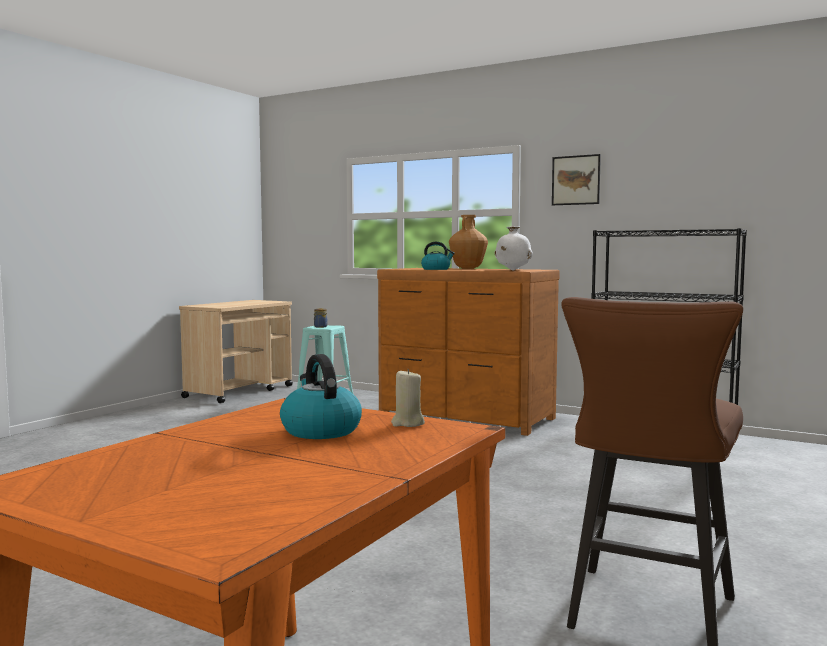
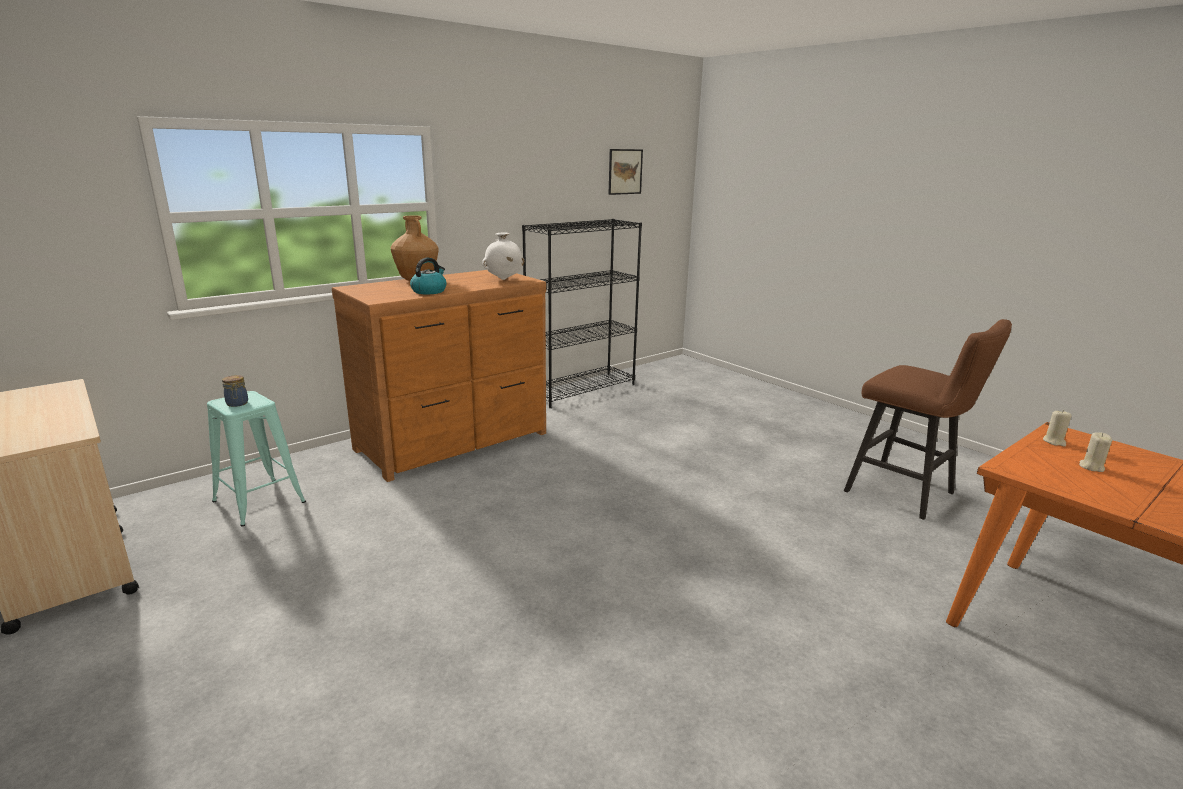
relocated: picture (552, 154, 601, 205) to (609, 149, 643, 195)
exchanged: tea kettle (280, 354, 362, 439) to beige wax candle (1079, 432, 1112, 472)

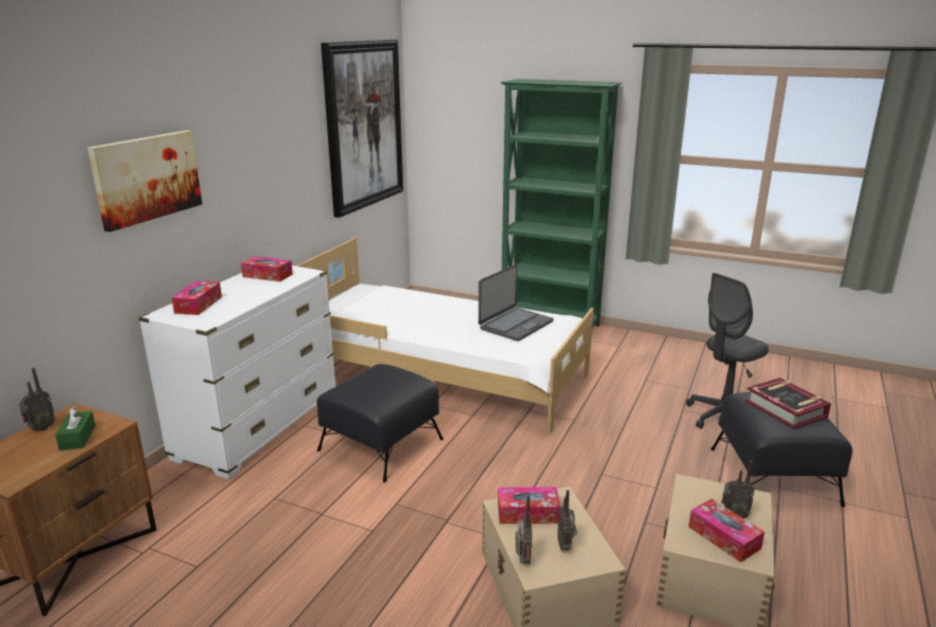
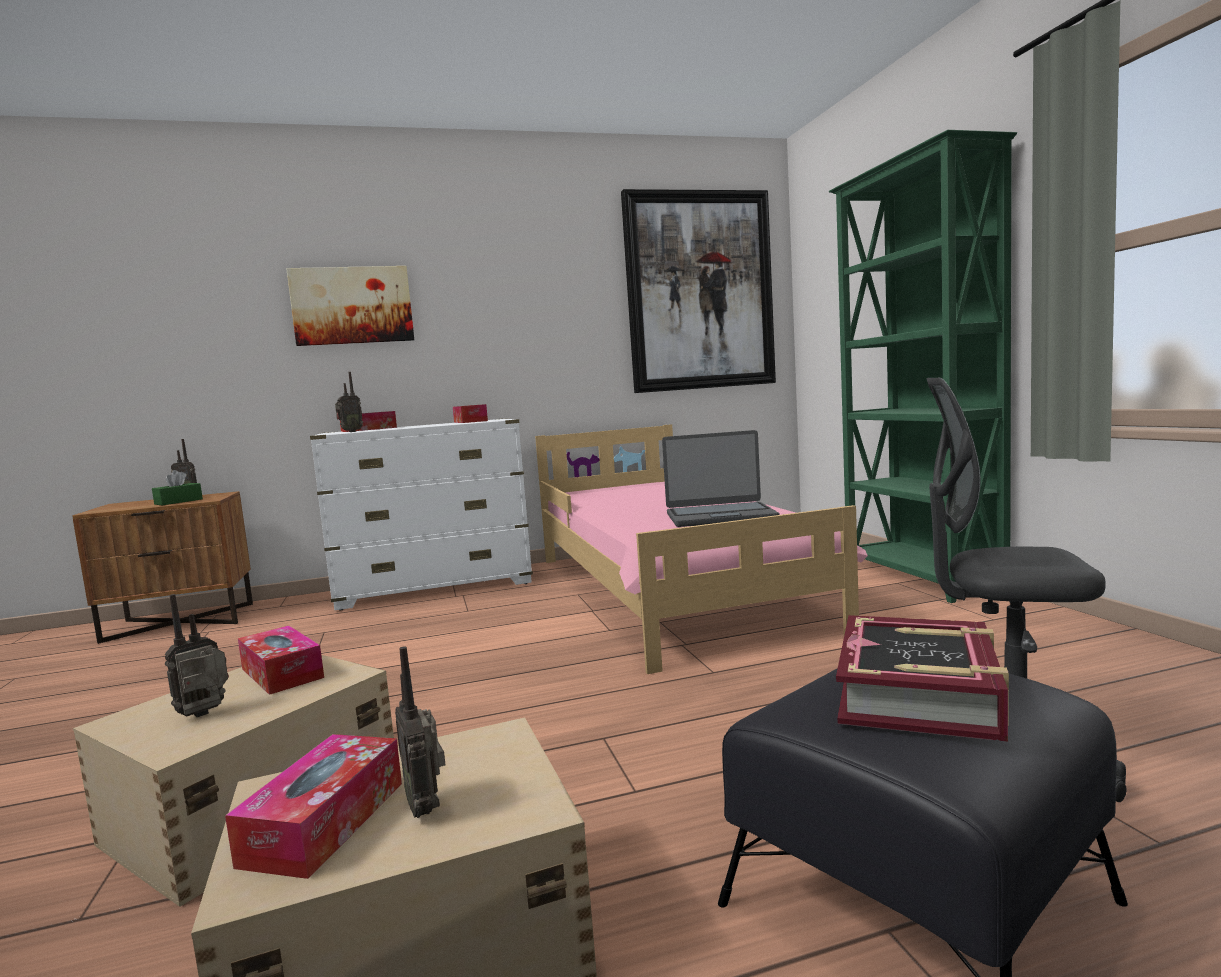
missing: blackish ottoman (317, 364, 444, 483)
relocated: radio receiver (515, 495, 532, 565) to (335, 372, 363, 432)
colour: white-coloured bed (296, 237, 594, 434) to pinkish bed (535, 424, 868, 674)

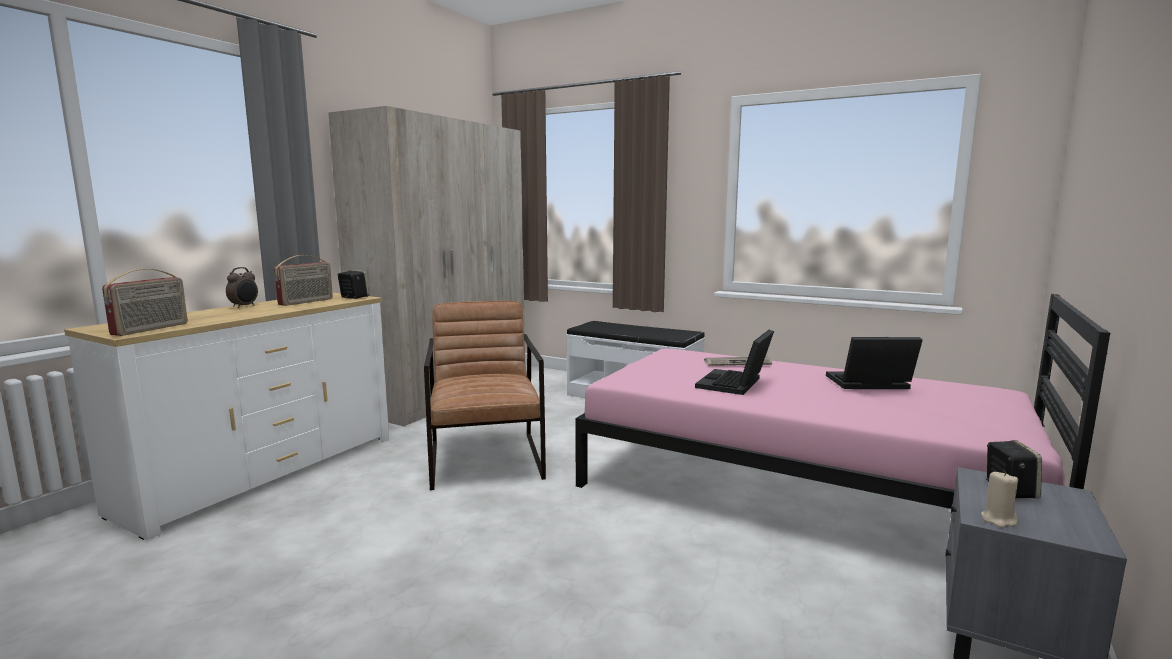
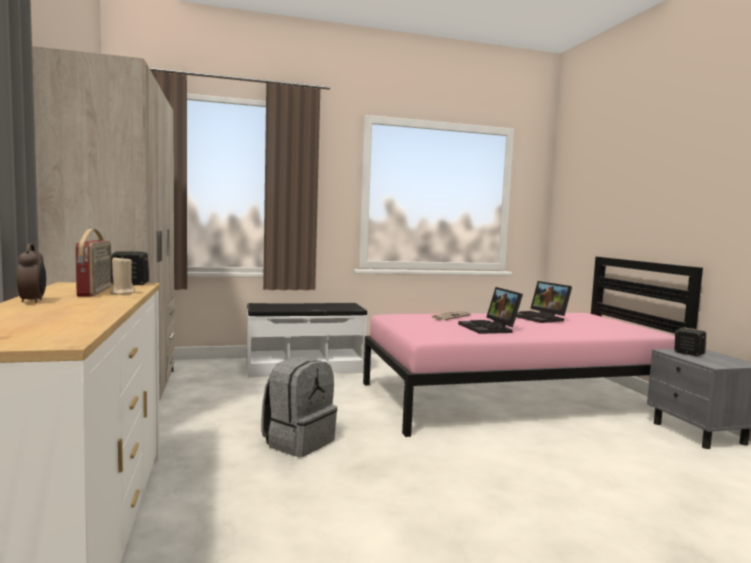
missing: radio receiver (102, 269, 188, 336)
relocated: beige wax candle (981, 471, 1018, 528) to (110, 256, 135, 295)
exchanged: brownish armchair (424, 301, 546, 490) to grey knapsack (261, 357, 337, 457)
spun: laptop (826, 337, 923, 389) = (516, 281, 572, 323) 75 degrees counterclockwise

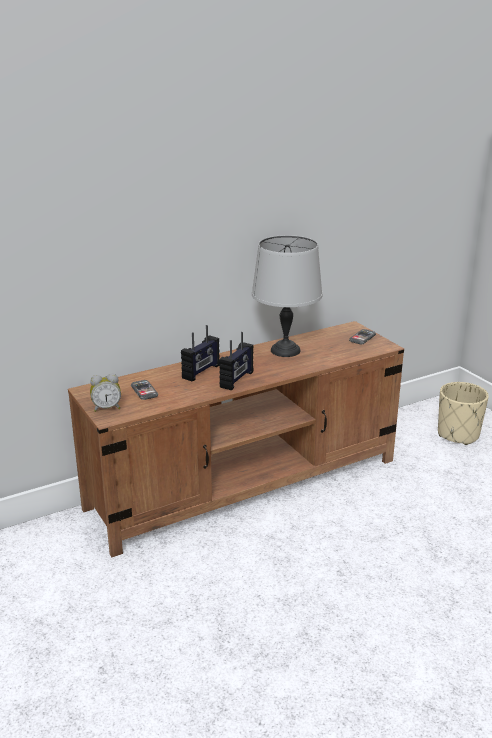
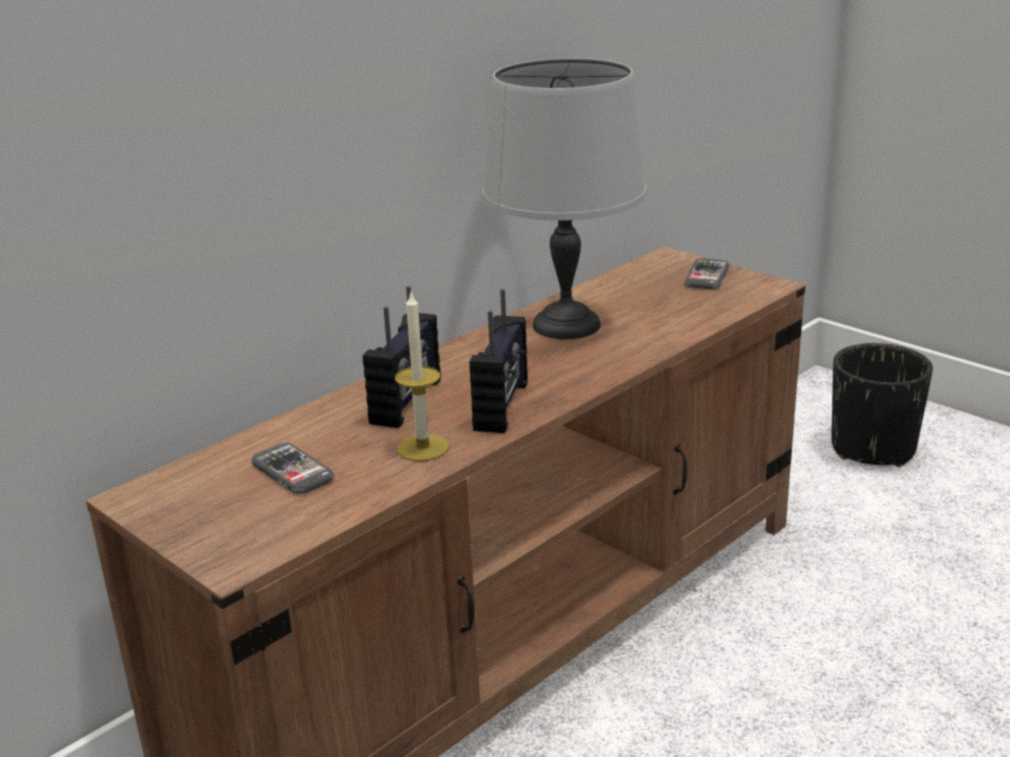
missing: table clock (90, 374, 121, 412)
appeared: wax candle (395, 290, 449, 461)
colour: beige planter (438, 382, 489, 445) to blackish planter (831, 343, 933, 467)

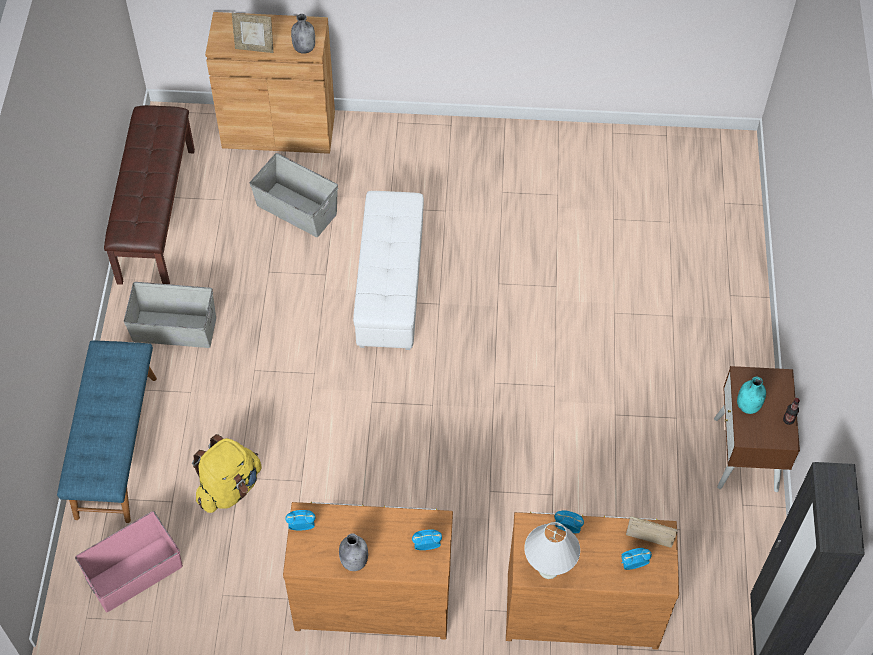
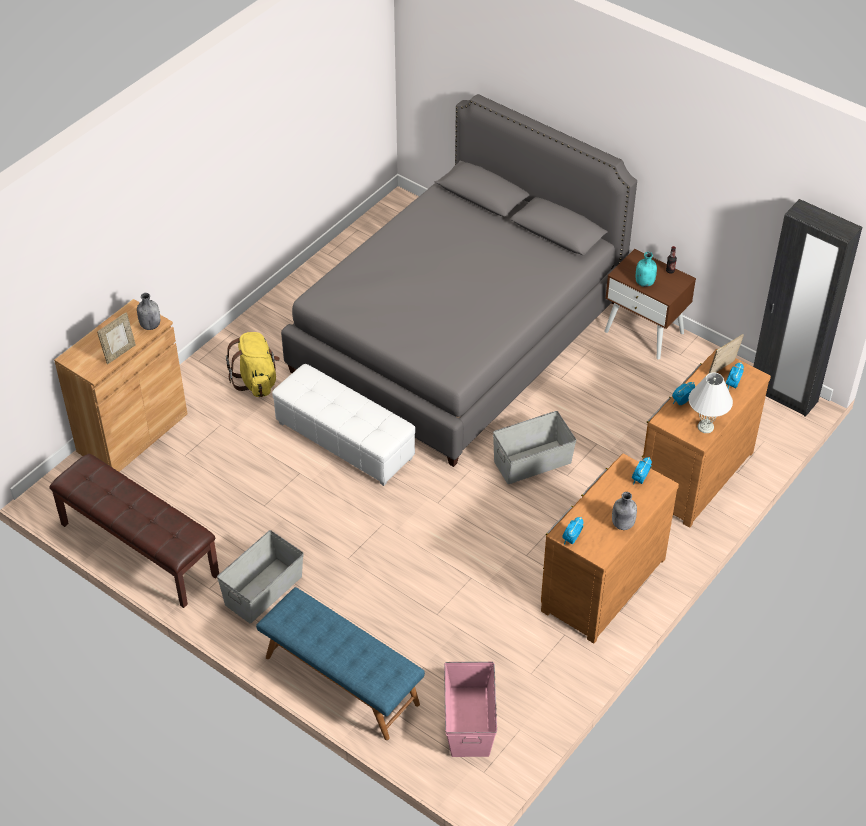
appeared: grey bed (281, 94, 637, 467)
relocated: yellow-coloured knapsack (192, 434, 262, 513) to (226, 332, 280, 397); grey storage box (250, 153, 338, 237) to (493, 411, 576, 484)

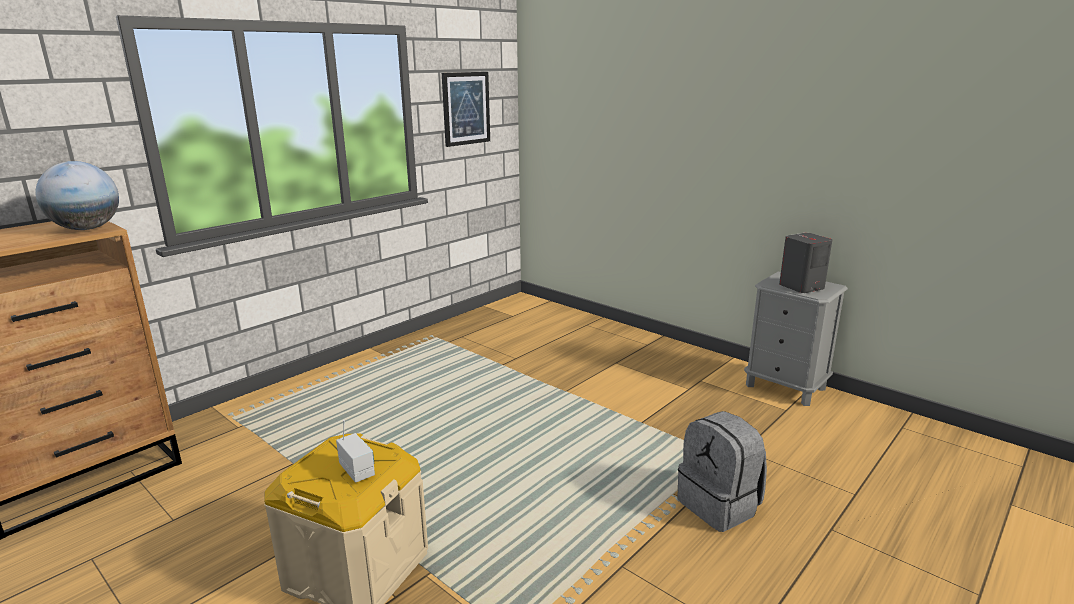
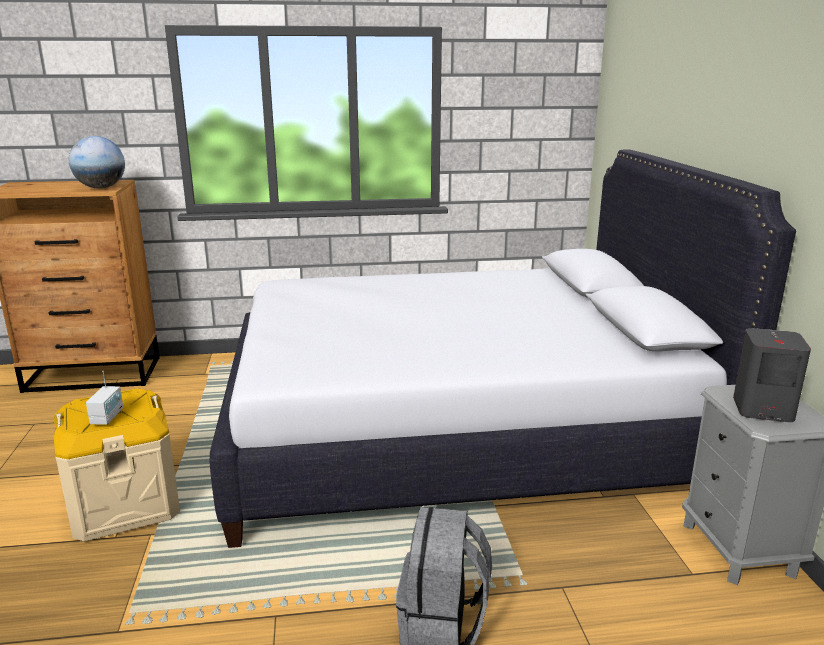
missing: picture (442, 72, 490, 147)
appeared: white-coloured bed (209, 149, 796, 548)

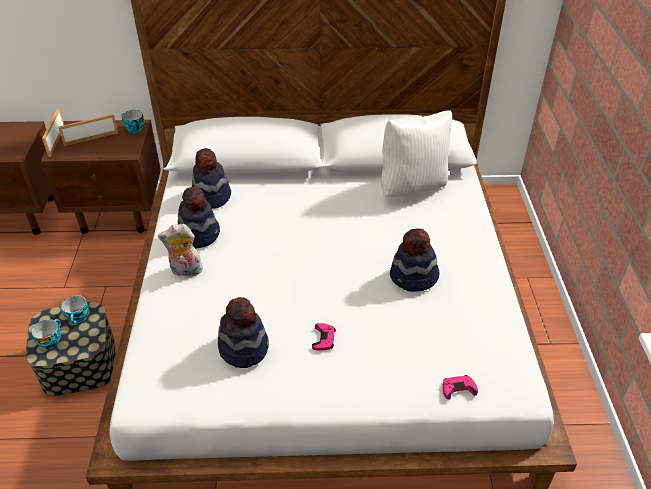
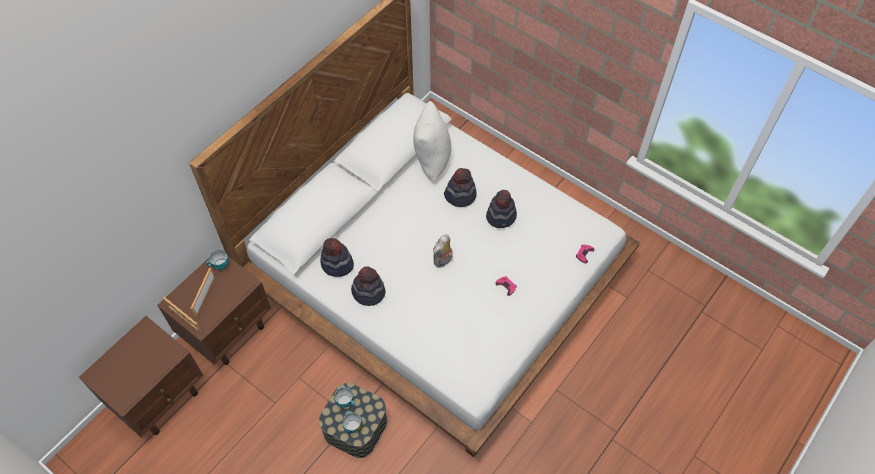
relocated: soft toy (158, 224, 204, 277) to (433, 234, 453, 268); wearable hat (218, 297, 269, 368) to (444, 168, 477, 207)

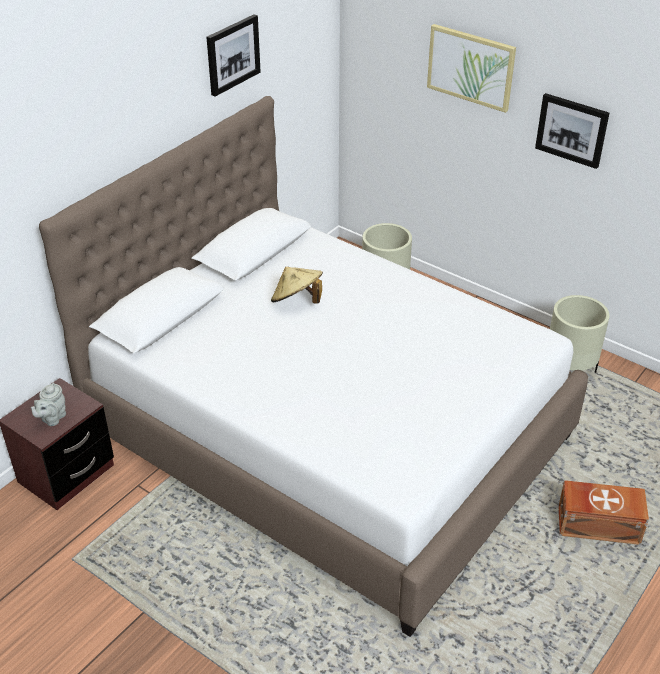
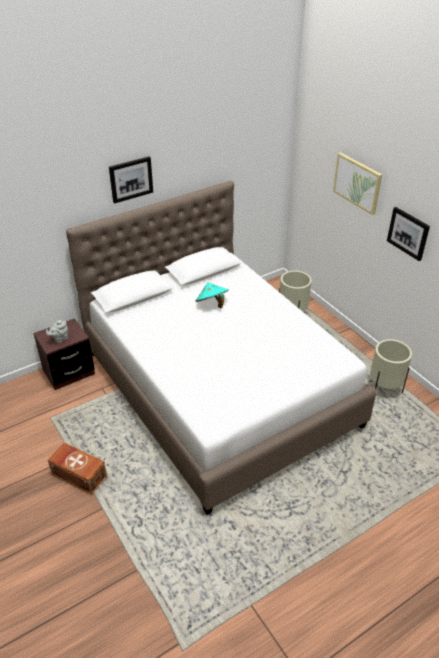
relocated: picture (207, 14, 261, 97) to (109, 156, 153, 204); brownish storage box (559, 480, 649, 545) to (48, 442, 107, 495)
colour: beige wearable hat (271, 267, 323, 304) to turquoise-coloured wearable hat (196, 282, 229, 308)

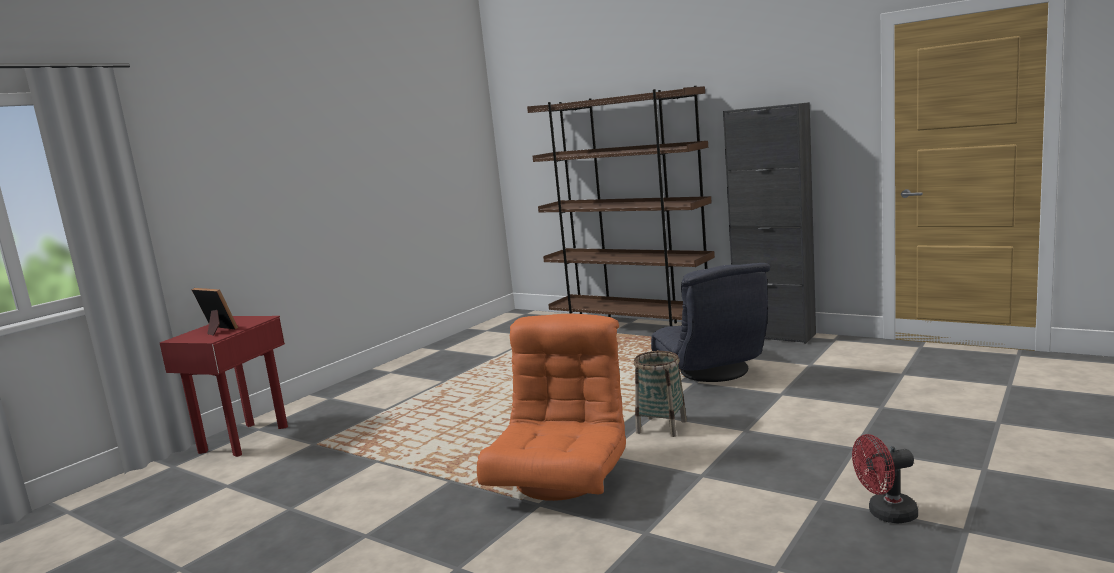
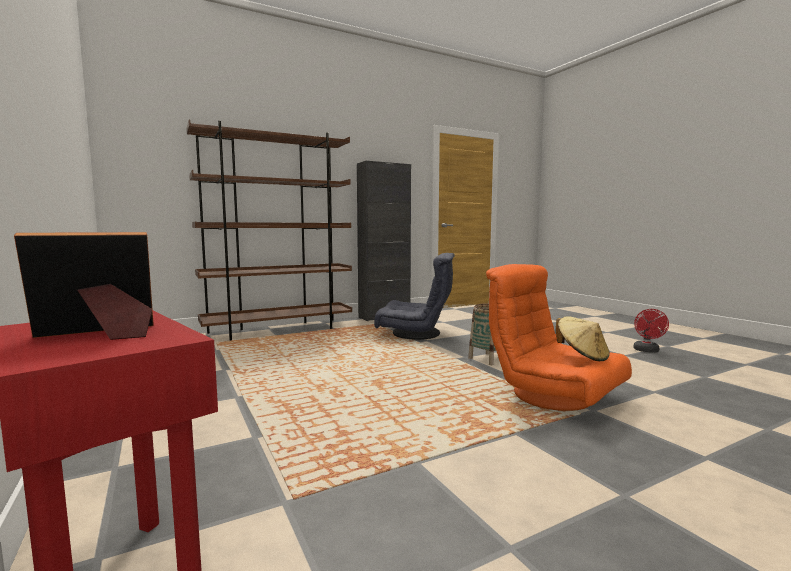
appeared: beige wearable hat (556, 316, 610, 361)

